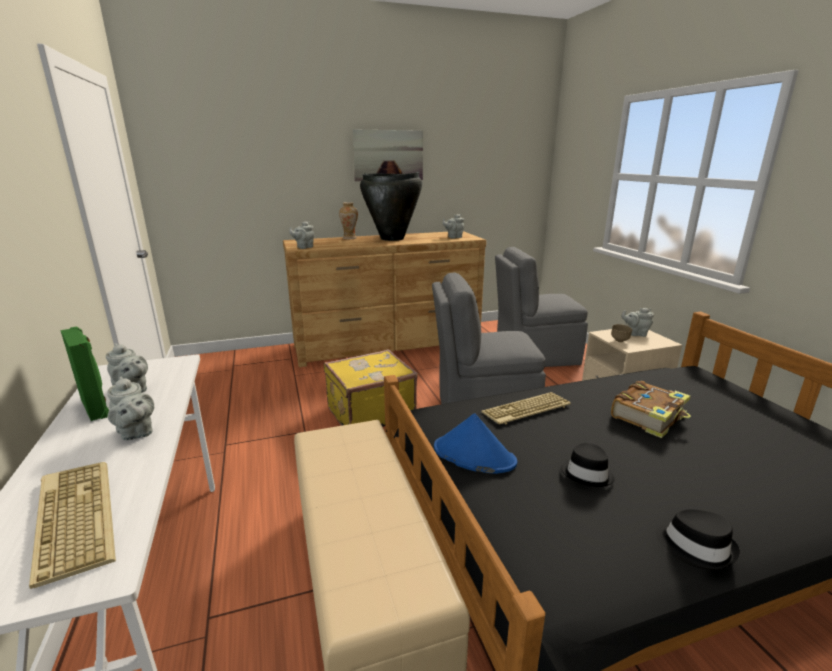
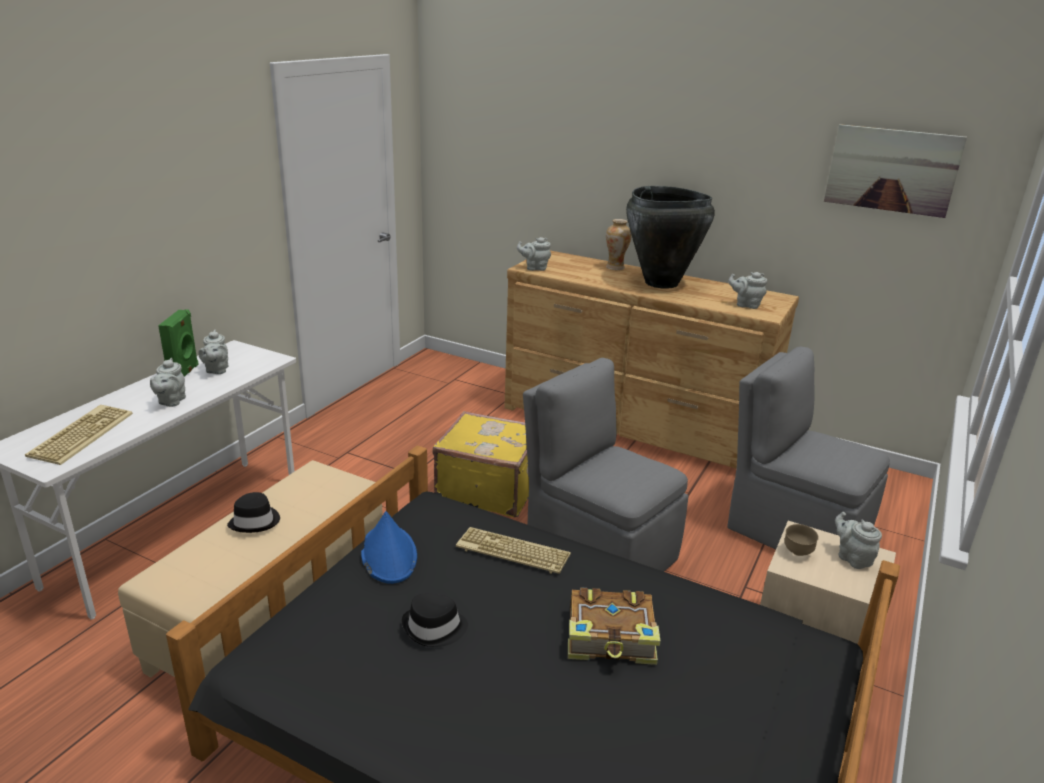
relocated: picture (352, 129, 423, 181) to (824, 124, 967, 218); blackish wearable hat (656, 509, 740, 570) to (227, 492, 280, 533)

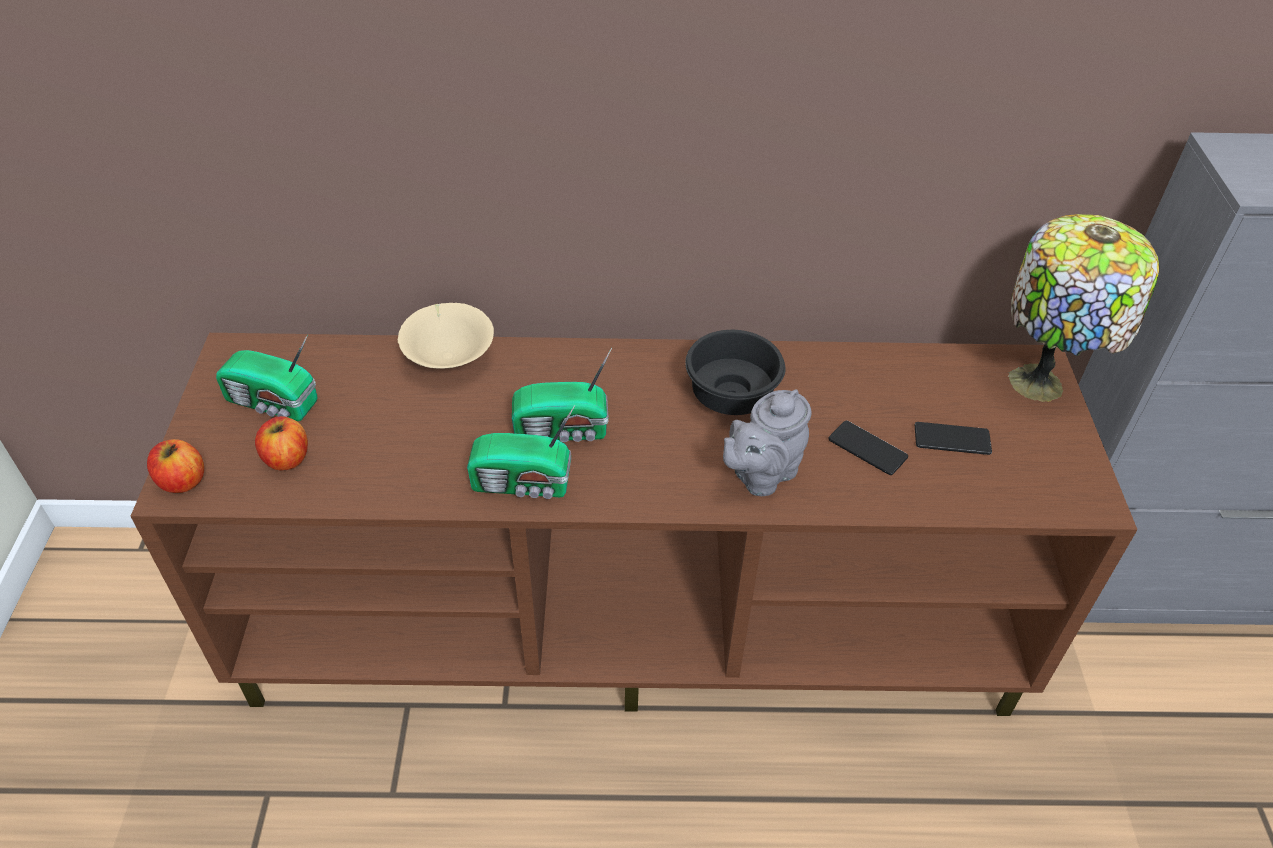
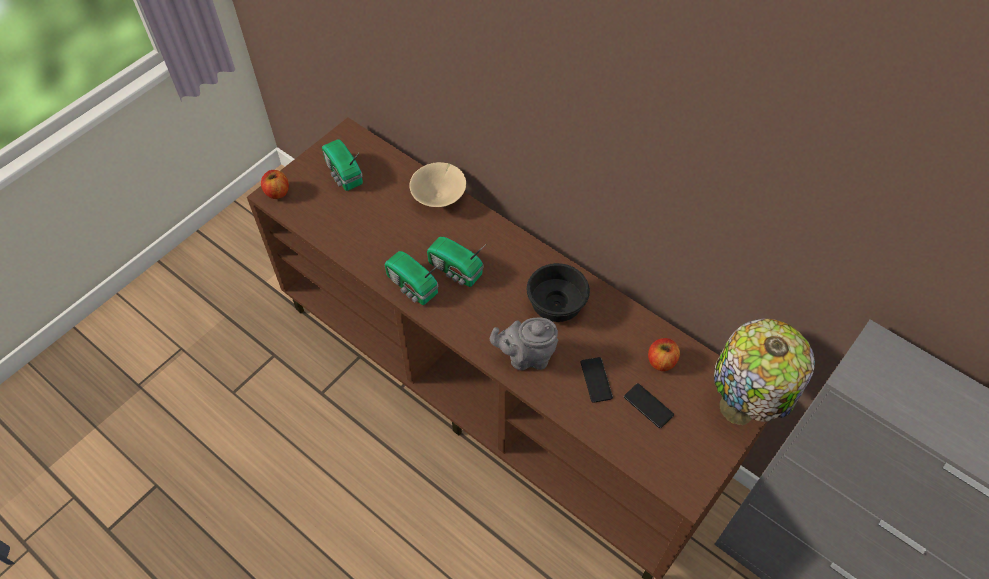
relocated: apple (255, 416, 308, 470) to (648, 338, 680, 371)

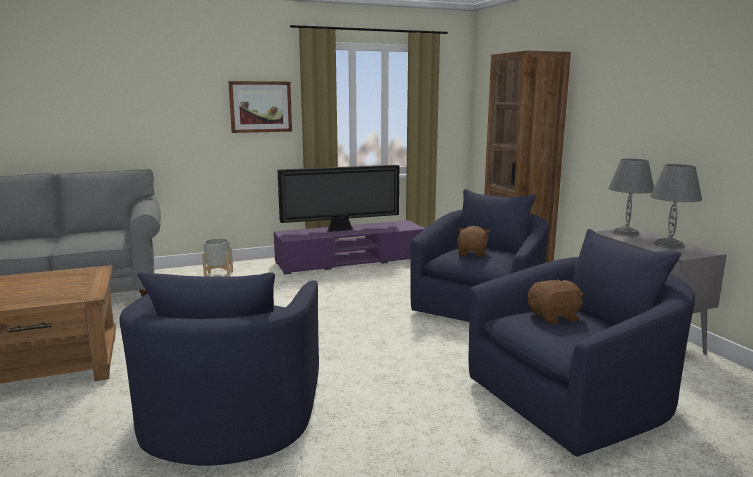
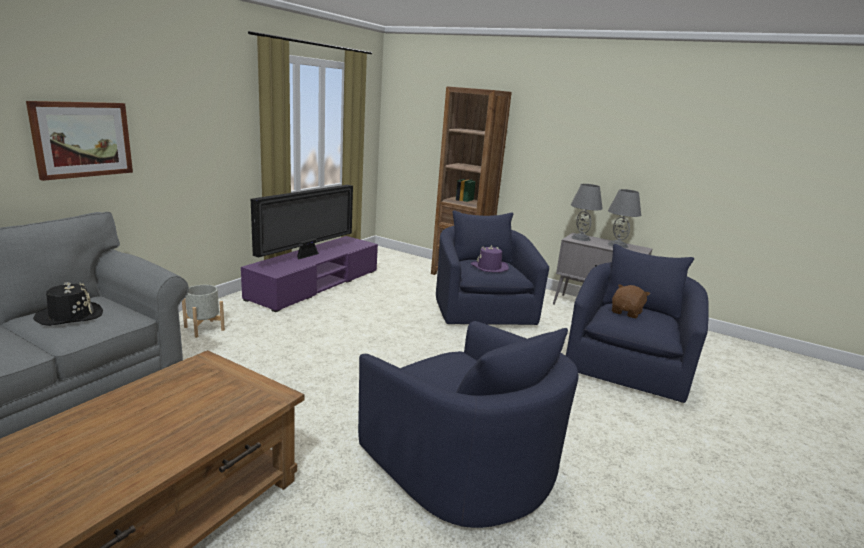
appeared: blackish wearable hat (33, 282, 103, 326)
relocated: picture (228, 81, 292, 133) to (26, 101, 133, 181)
exchanged: brownish soft toy (457, 226, 490, 257) to purple-coloured wearable hat (471, 245, 509, 272)

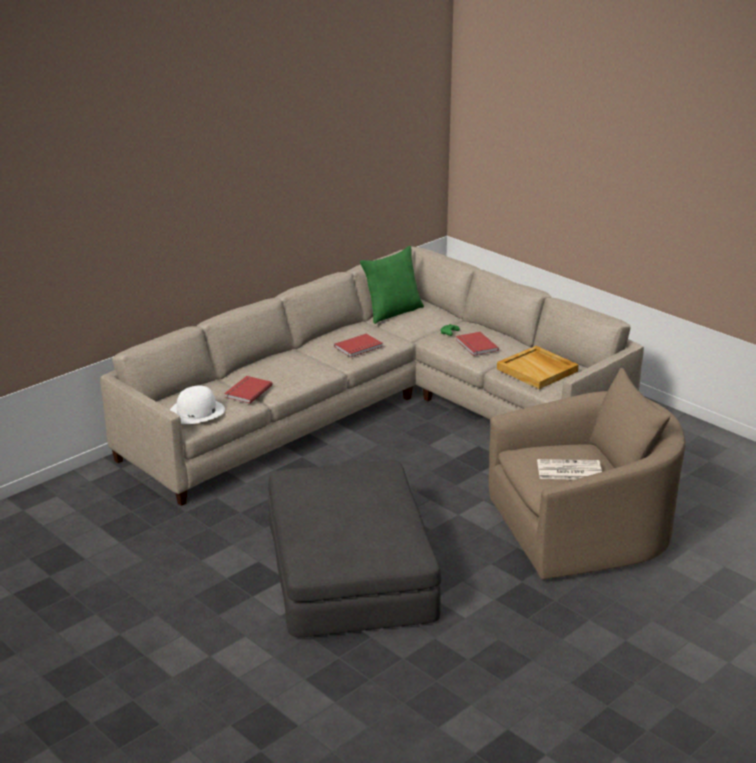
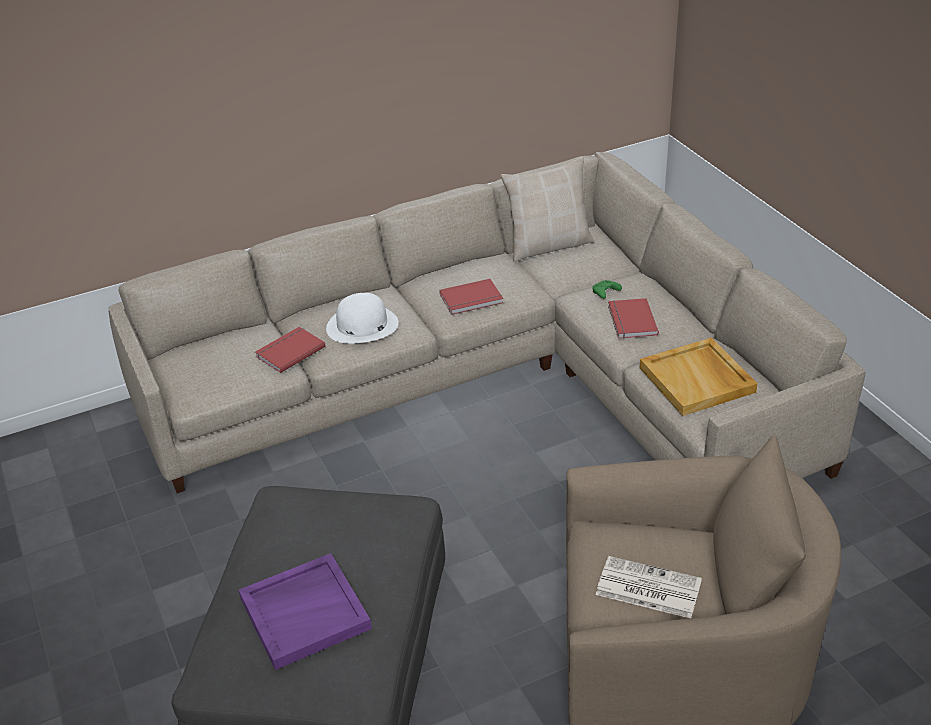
appeared: purple-coloured carrying tray (239, 553, 372, 670)
relocated: white-coloured wearable hat (170, 386, 225, 424) to (326, 293, 399, 344)
colour: greenish throw pillow (360, 246, 424, 324) to beige throw pillow (501, 157, 594, 262)

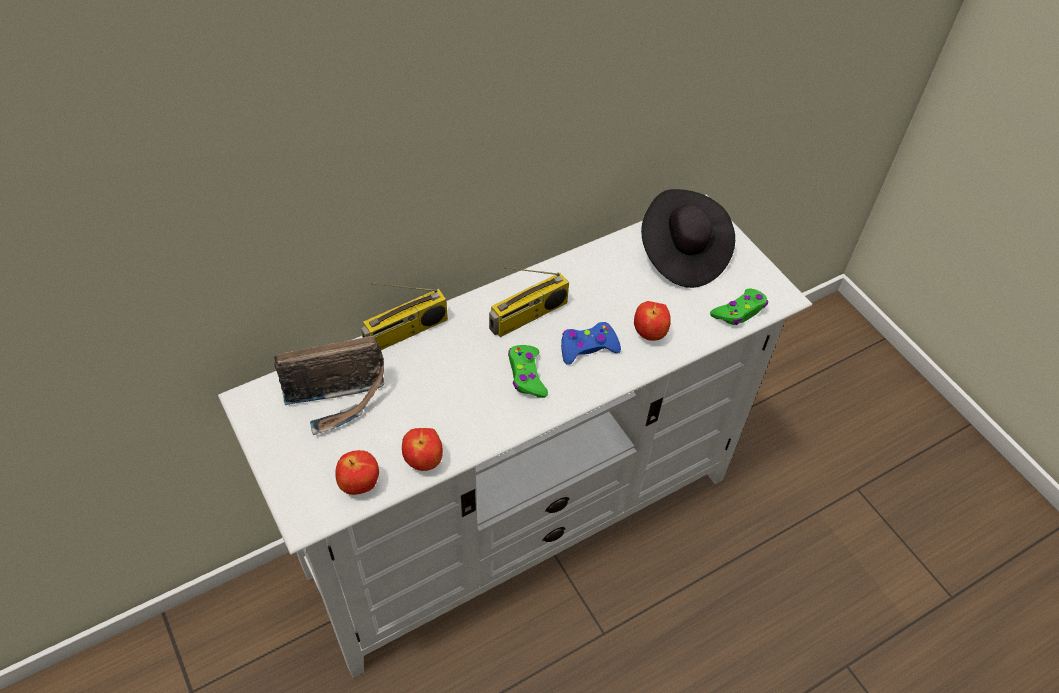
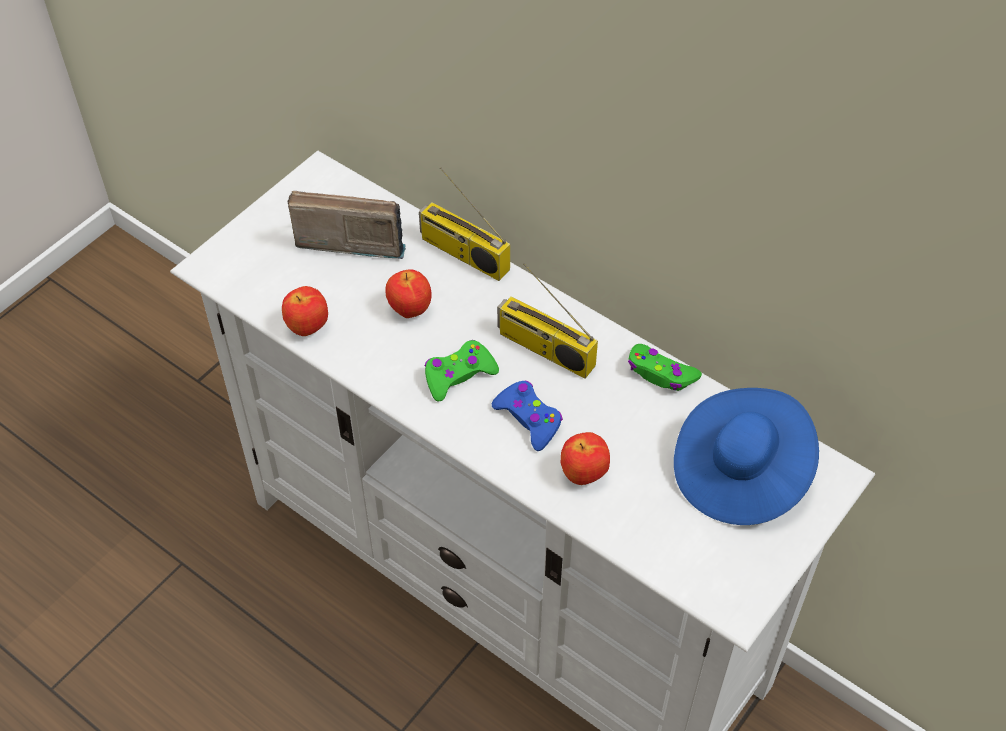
relocated: apple (336, 450, 379, 495) to (385, 270, 432, 318); greenish gamepad (710, 289, 768, 325) to (628, 344, 702, 391)
colour: blackish wearable hat (641, 189, 735, 288) to blue-coloured wearable hat (674, 388, 819, 525)
spun: radio receiver (274, 336, 385, 435) = (288, 191, 406, 259) 135 degrees clockwise

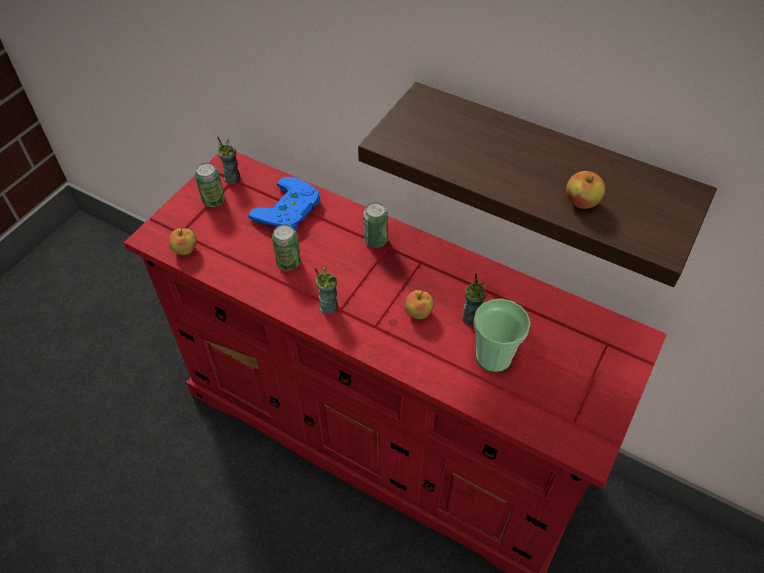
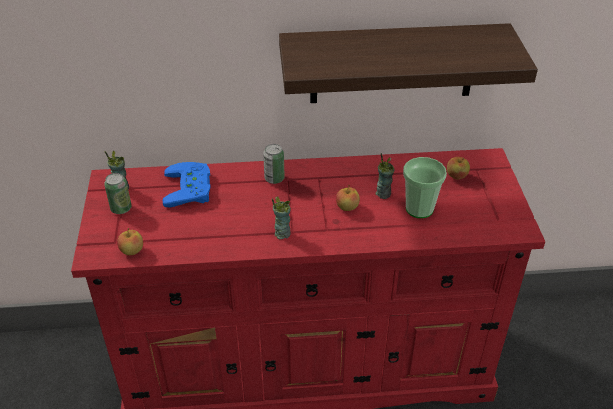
missing: sealed can (272, 224, 301, 270)
relocated: apple (566, 171, 605, 209) to (447, 157, 470, 179)

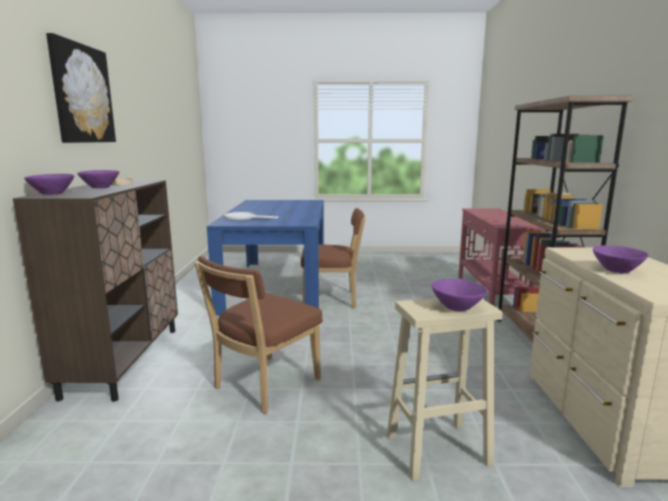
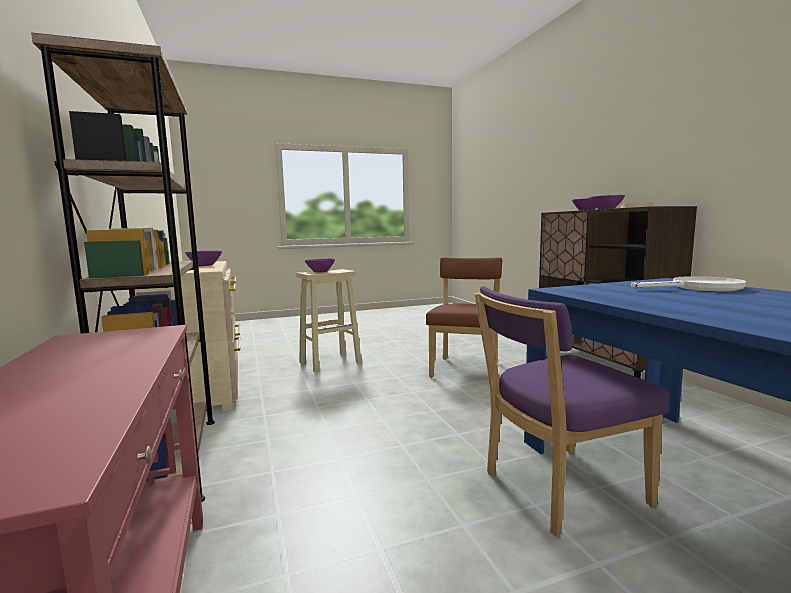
missing: picture (46, 33, 116, 143)
colour: brownish chair (301, 208, 366, 308) to purple-coloured chair (474, 286, 669, 537)

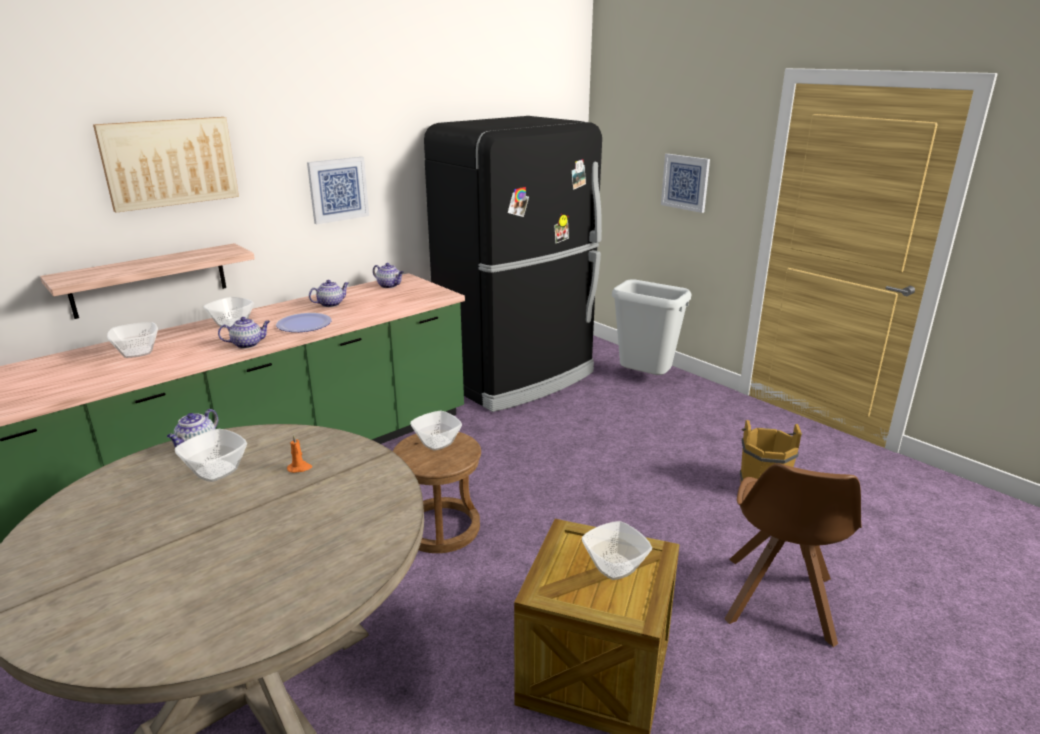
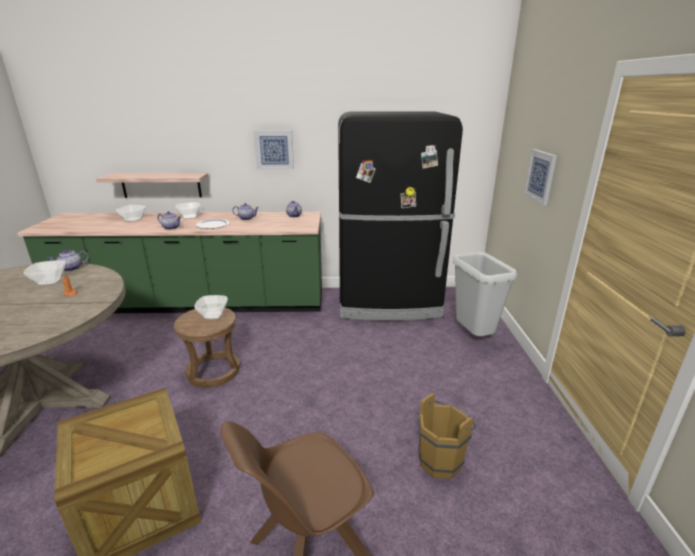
missing: picture (93, 117, 239, 213); bowl (582, 521, 652, 580)

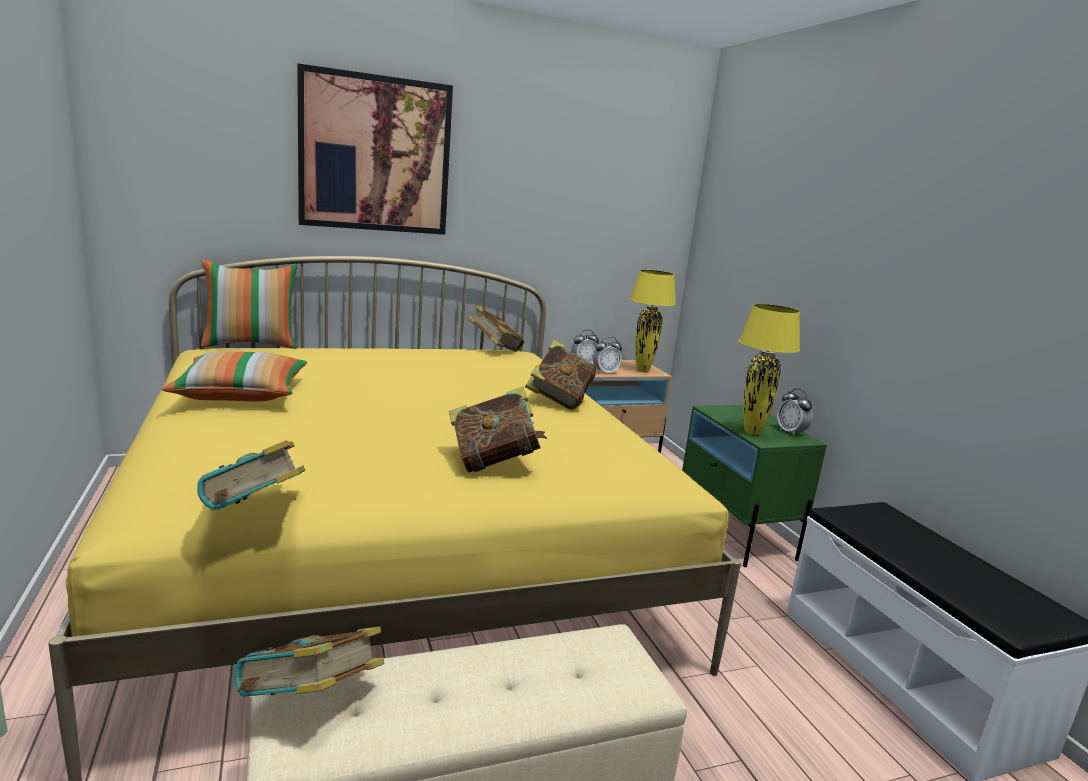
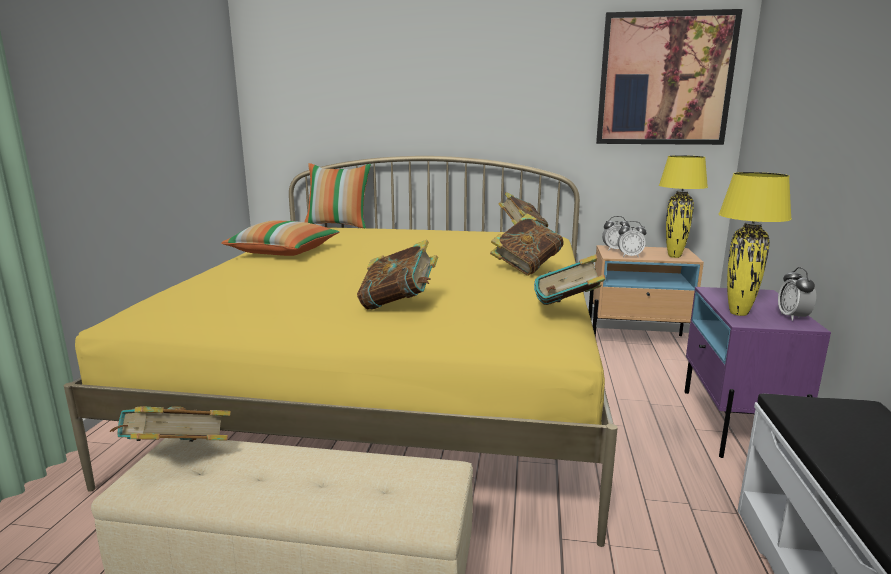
relocated: book (197, 440, 305, 510) to (534, 254, 606, 305); picture (297, 64, 453, 235) to (596, 9, 742, 145)
colour: greenish bedside table (682, 405, 827, 567) to purple-coloured bedside table (684, 287, 831, 458)

